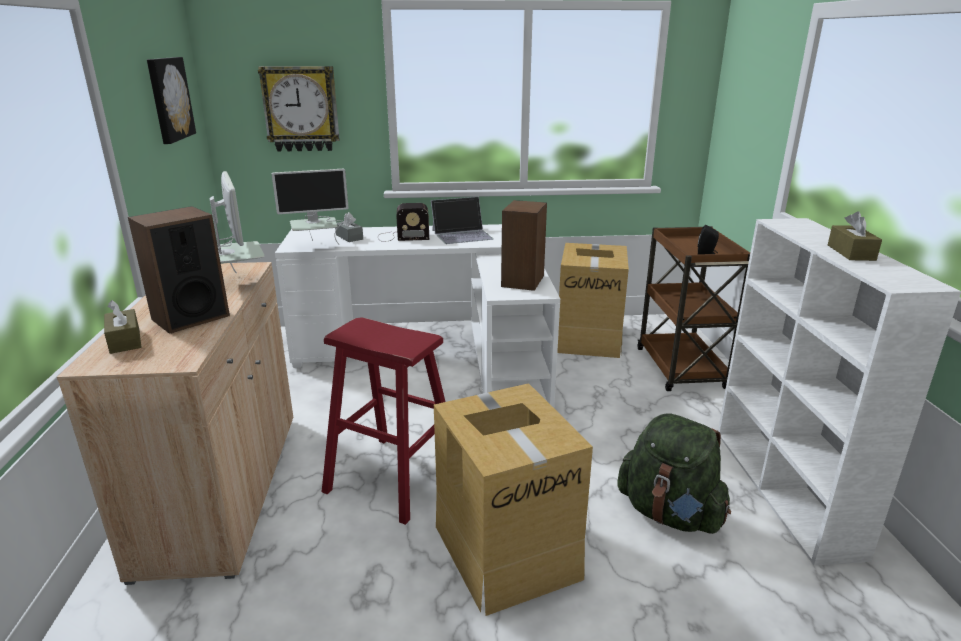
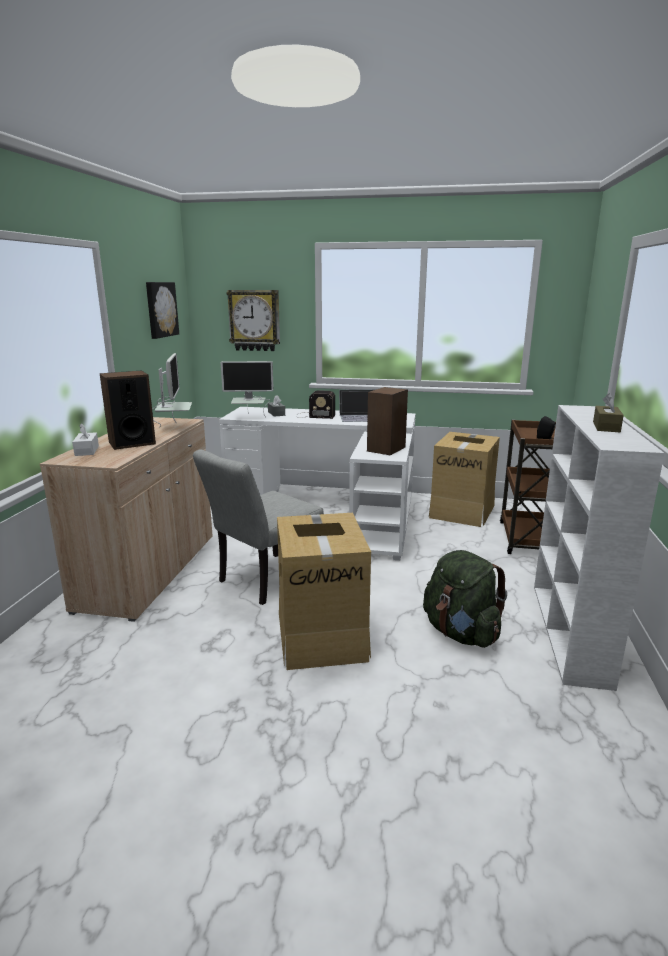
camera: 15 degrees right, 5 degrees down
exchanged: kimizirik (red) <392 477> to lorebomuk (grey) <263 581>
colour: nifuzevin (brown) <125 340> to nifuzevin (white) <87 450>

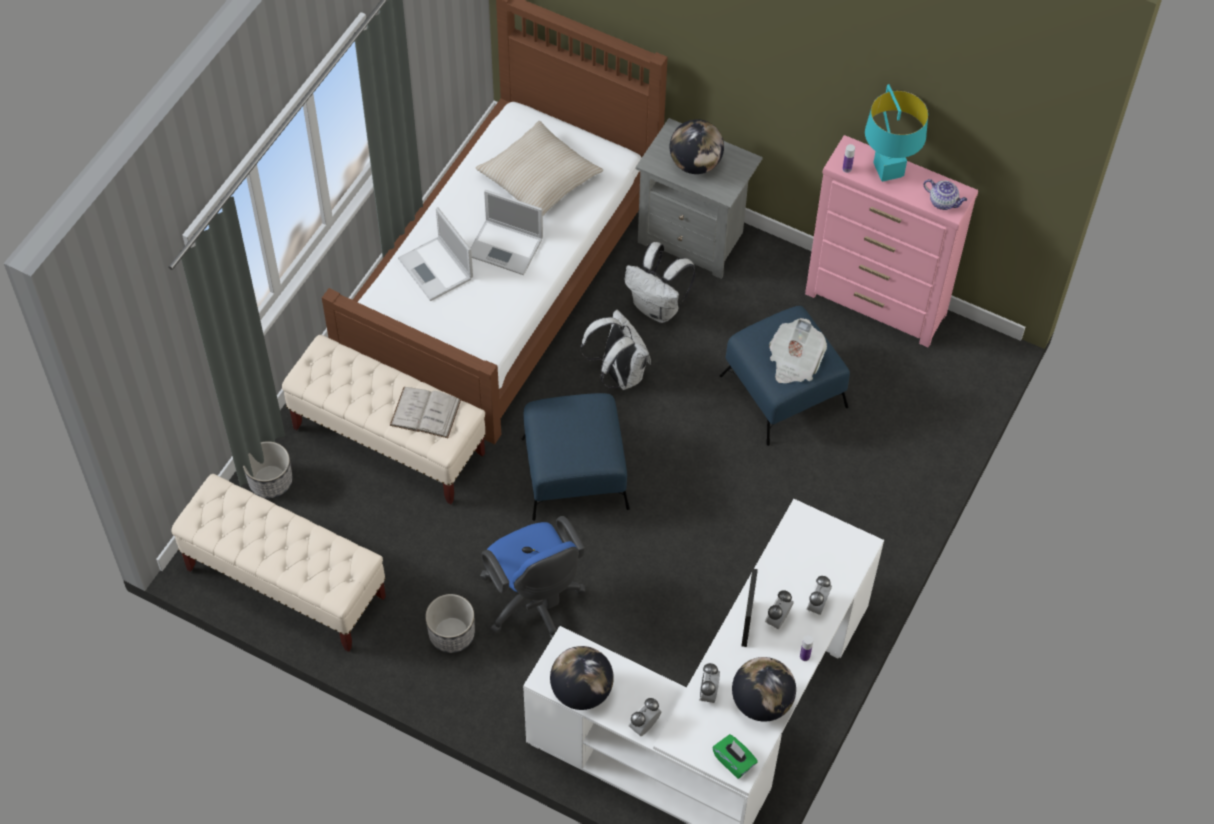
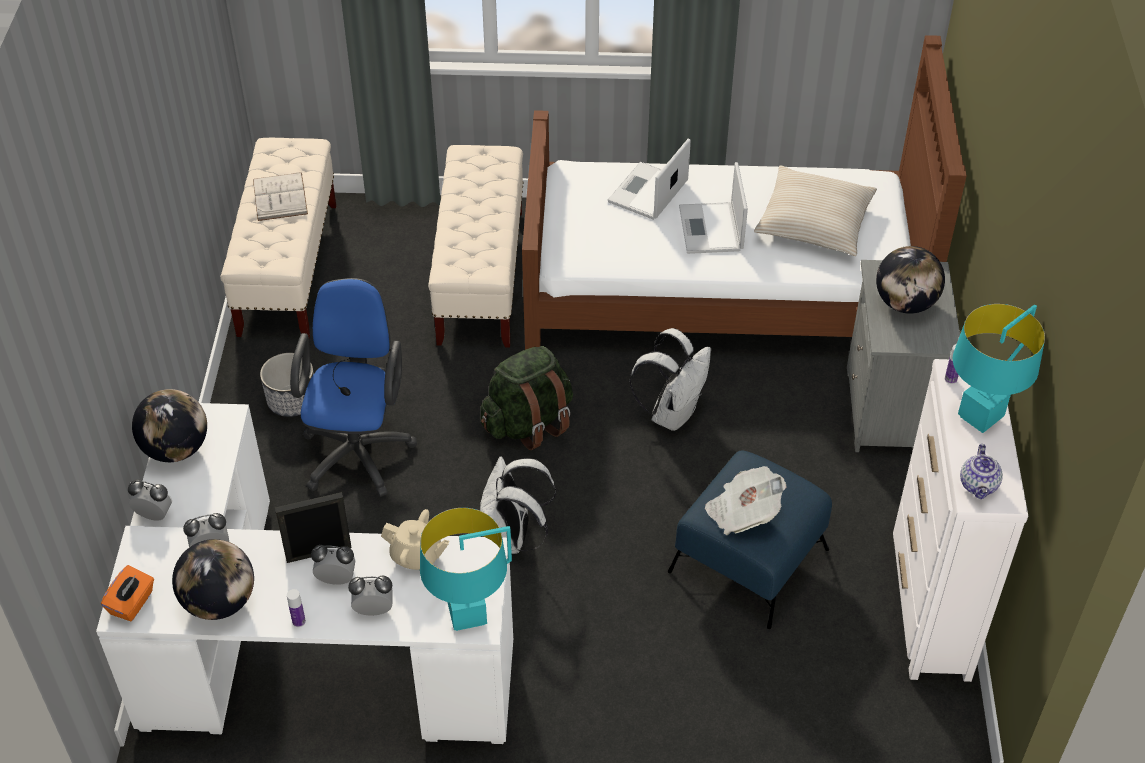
camera: 65 degrees right, 10 degrees down
missing: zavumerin <270 481>
appeared: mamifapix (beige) <416 556>; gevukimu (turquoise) <468 616>
relocated: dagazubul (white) <425 412> to <280 197>; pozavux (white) <658 308> to <512 538>
exchanged: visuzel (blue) <574 474> to pozavux (green) <528 423>
colour: nifuzevin (green) <734 761> to nifuzevin (orange) <132 603>; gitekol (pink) <876 305> to gitekol (white) <930 605>
spun: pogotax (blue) <534 603> = <358 449> 150 degrees clockwise

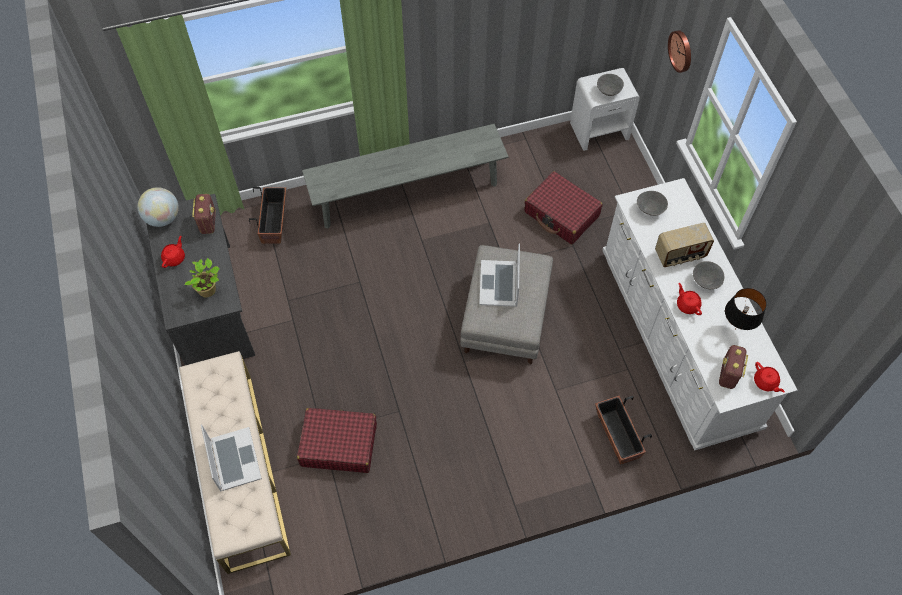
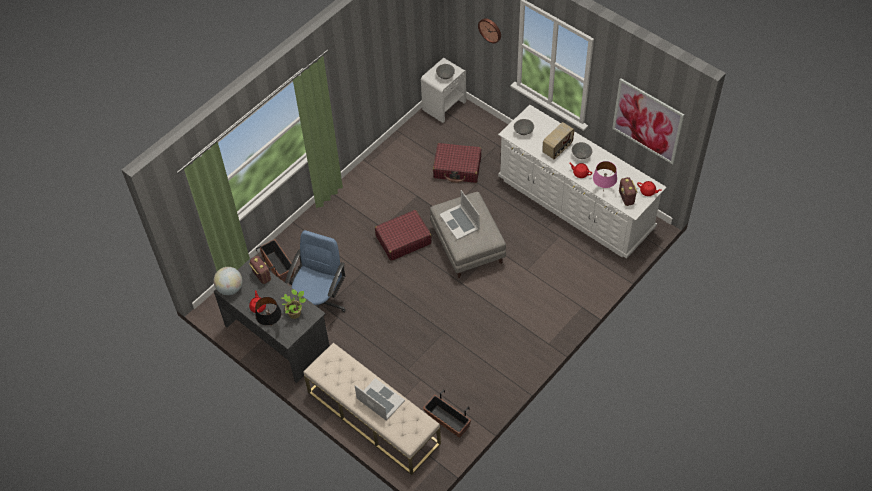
camera: 30 degrees left, 5 degrees down
missing: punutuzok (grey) <407 193>
appeared: pogotax (blue) <319 302>; gevukimu (pink) <603 192>; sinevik <647 121>
relocated: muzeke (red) <338 444> to <403 240>; zavumerin <617 436> to <447 421>; gevukimu (black) <734 329> to <271 326>

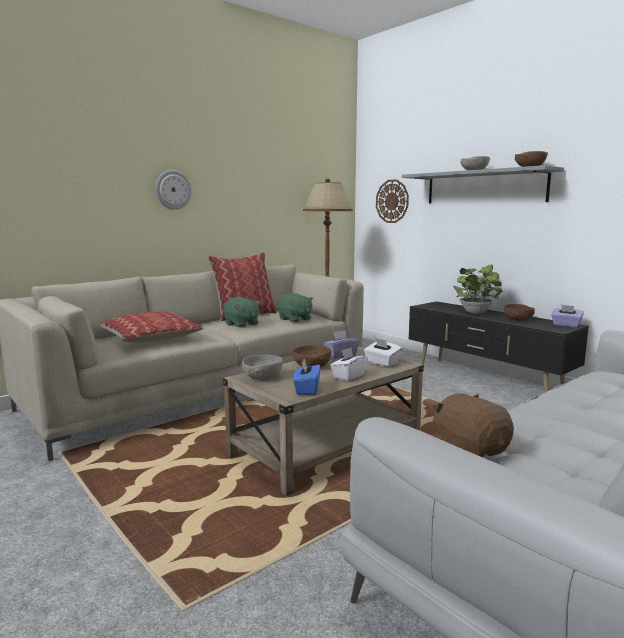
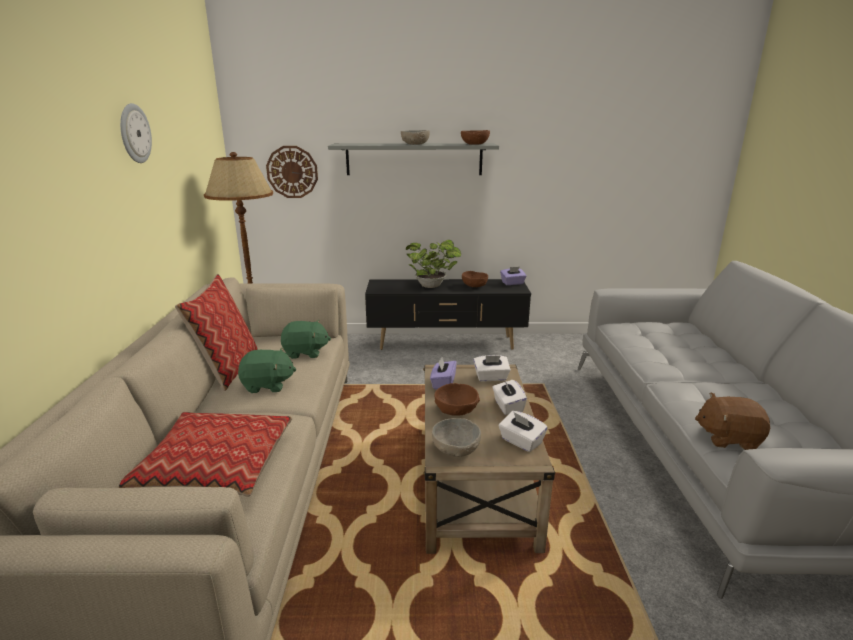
camera: 50 degrees left, 10 degrees up
relocated: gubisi <173 190> to <134 133>
colour: nifuzevin (blue) <306 389> to nifuzevin (white) <521 442>

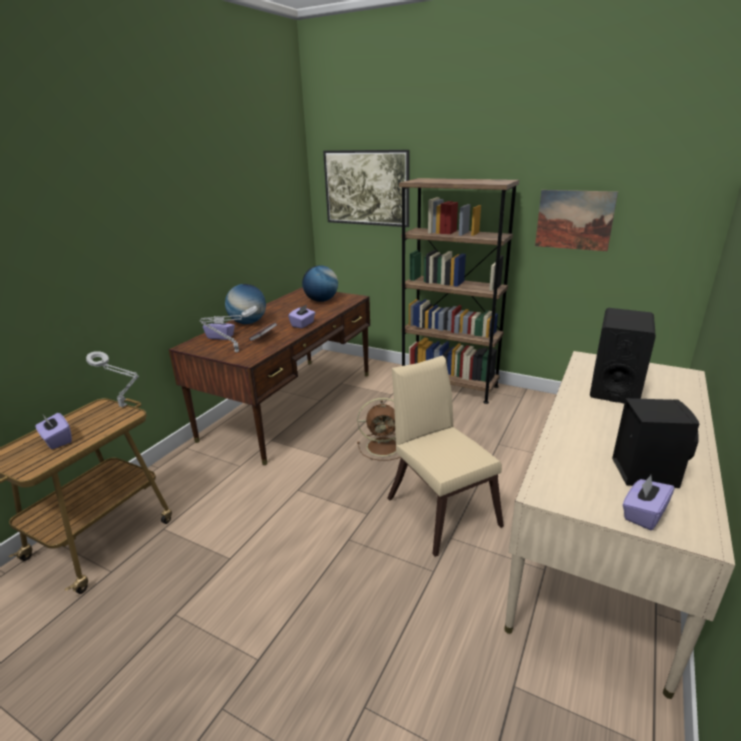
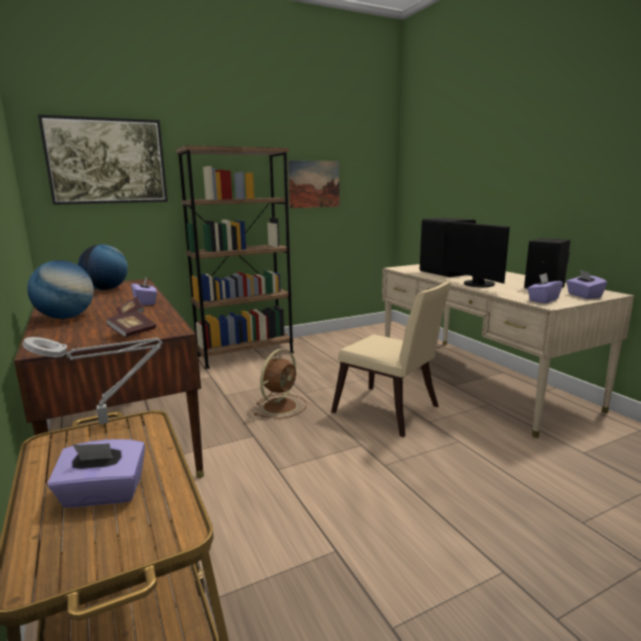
camera: 55 degrees left, 10 degrees down
appeared: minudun <476 284>
relocated: nifuzevin (purple) <221 337> to <543 300>
exchanged: gevukimu (grey) <234 351> to dagazubul <132 333>
spun: lorebomuk (beige) <440 507> = <390 412> 150 degrees counterclockwise

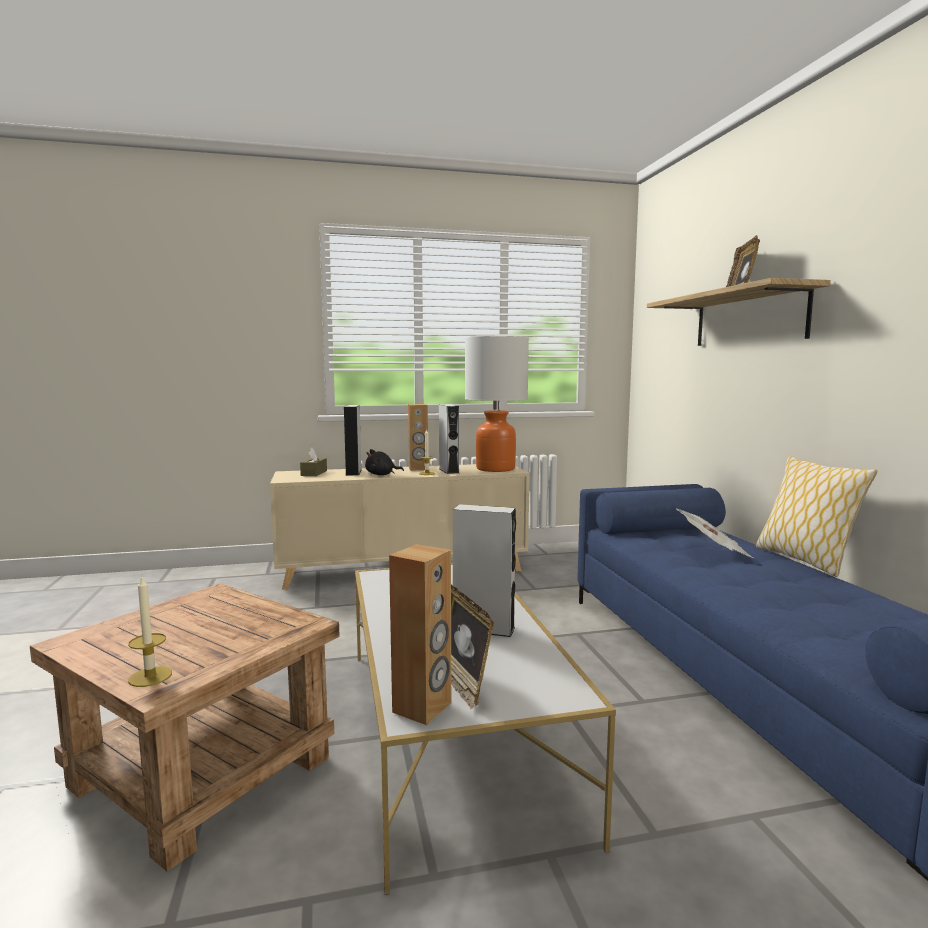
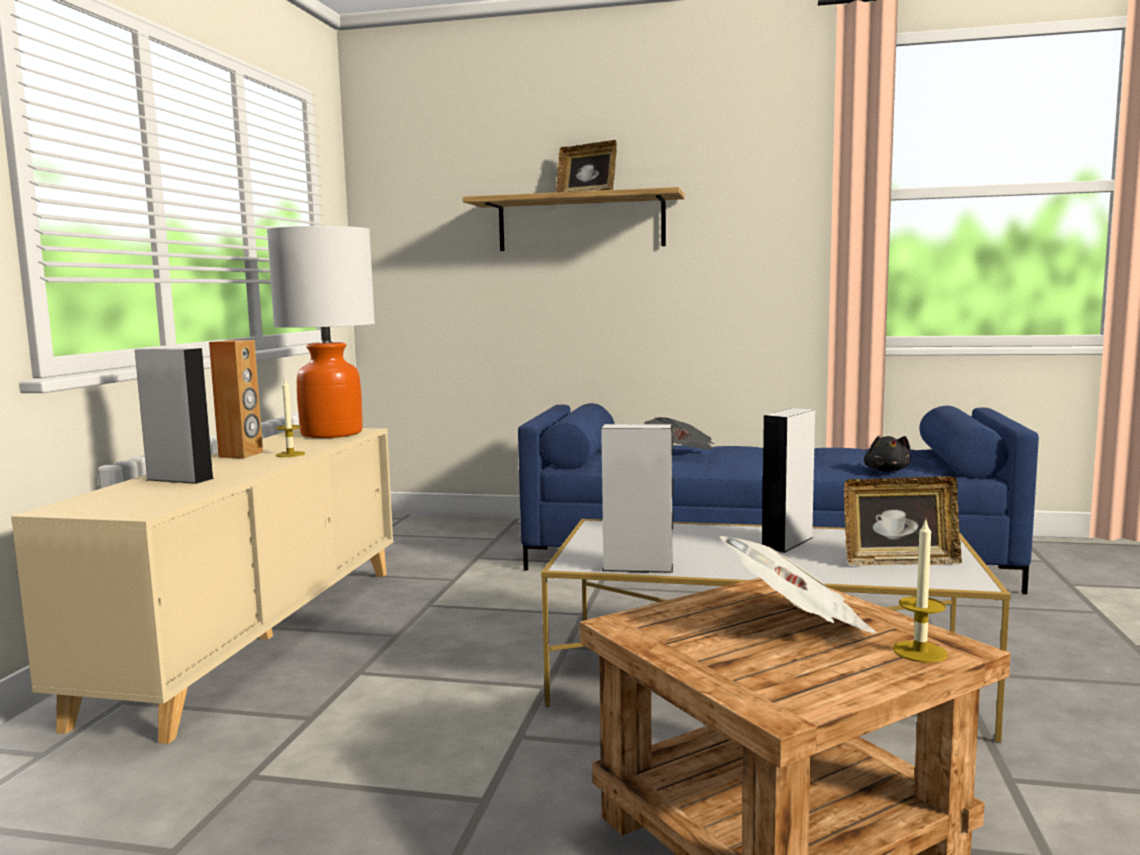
camera: 65 degrees left, 0 degrees up
missing: nifuzevin (brown) <314 473>; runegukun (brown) <423 708>; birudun <804 560>
appeared: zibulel <797 621>
relocated: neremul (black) <382 475> to <886 471>; runegukun (grey) <448 471> to <638 567>

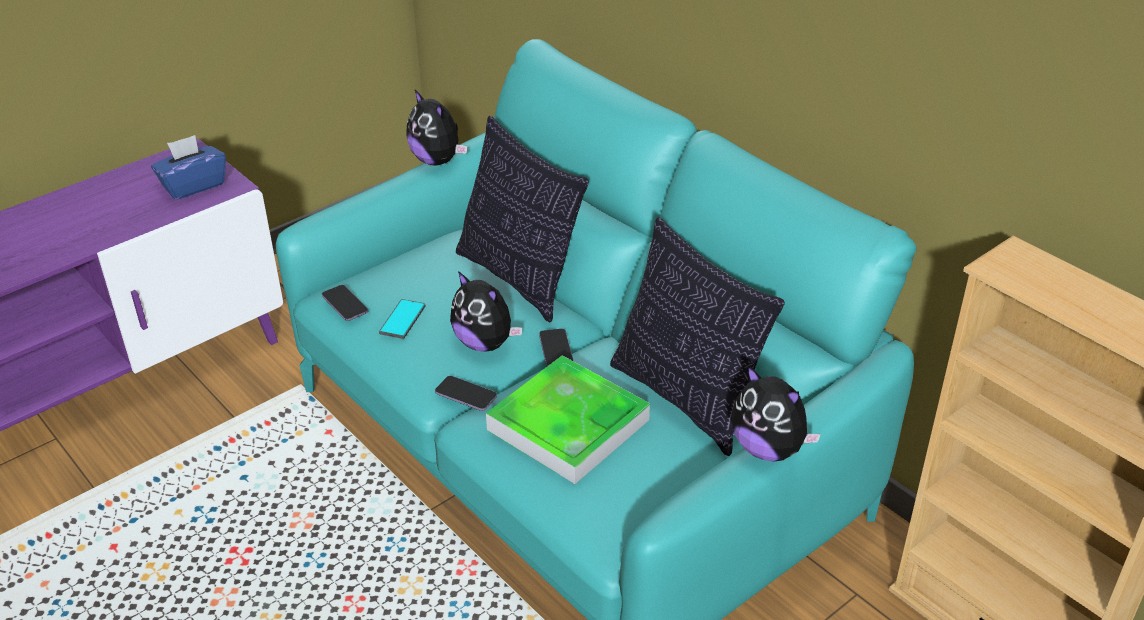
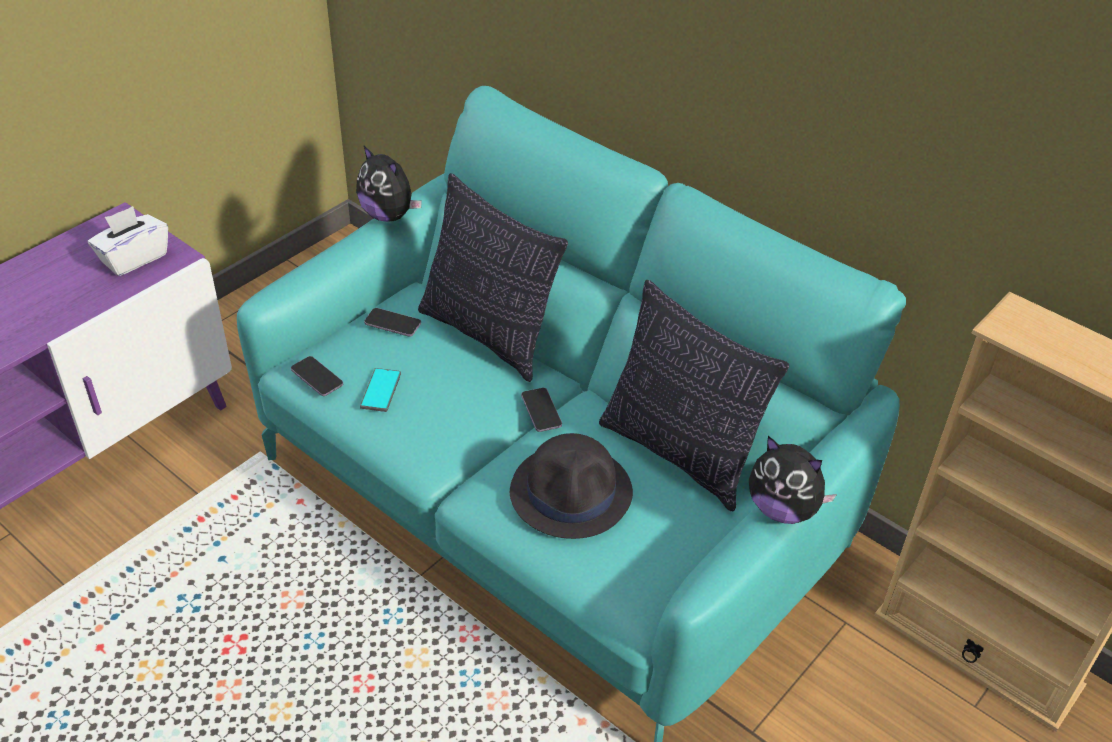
camera: 10 degrees left, 5 degrees up
missing: neremul <485 343>
relocated: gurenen <466 395> to <392 324>
exchanged: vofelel <568 425> to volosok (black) <572 492>
colour: nifuzevin (blue) <193 185> to nifuzevin (white) <133 258>

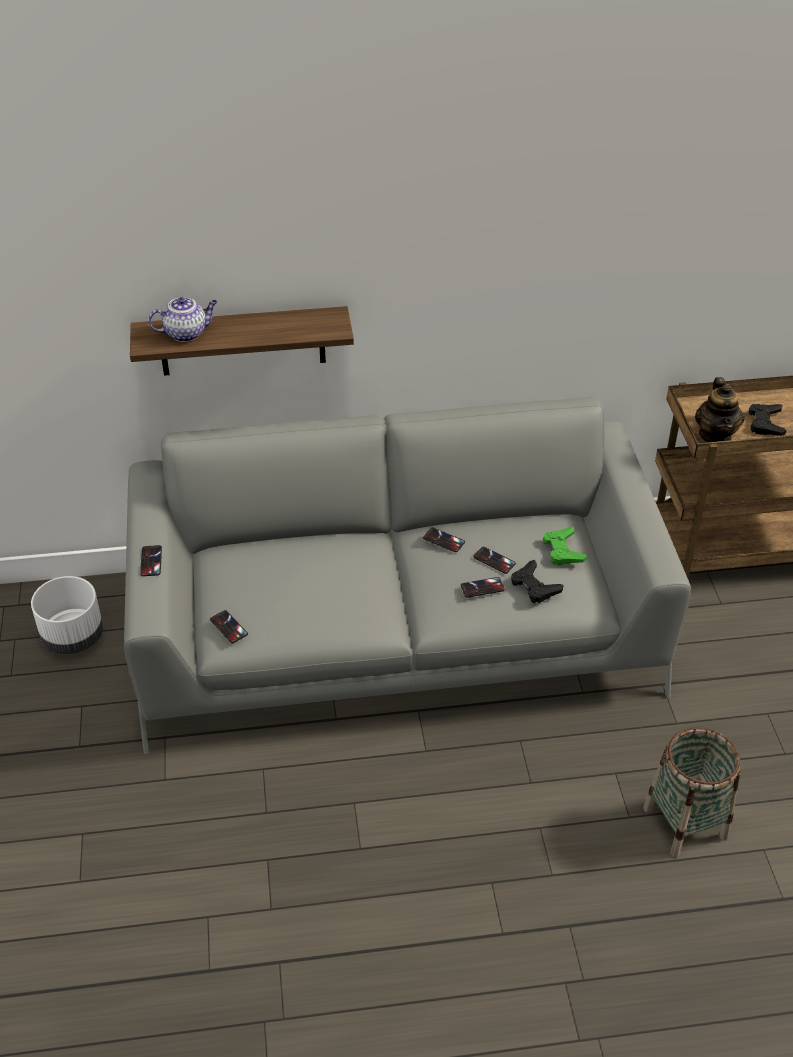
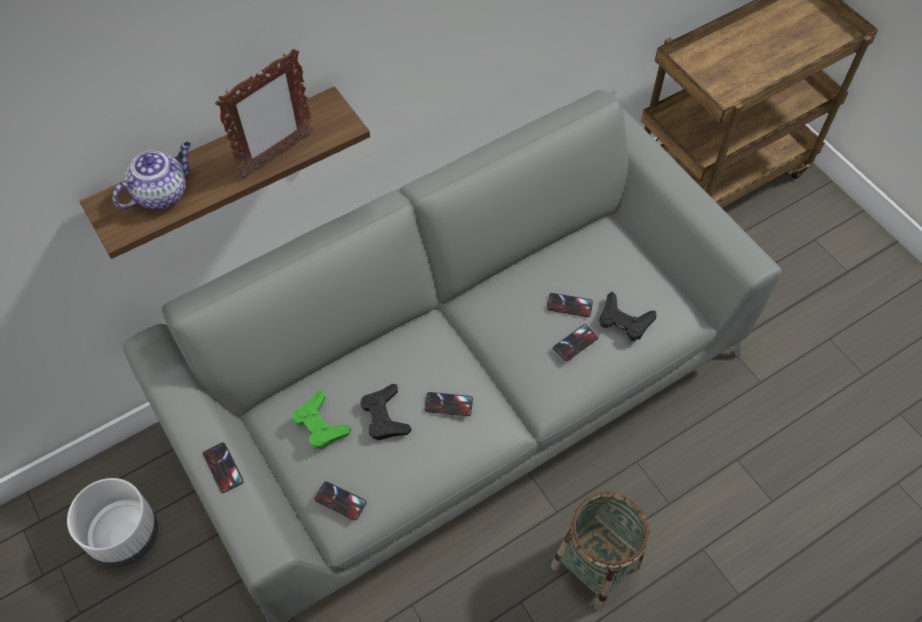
camera: 25 degrees left, 15 degrees up
missing: mamifapix <715 435>
appeared: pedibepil <276 156>
relocated: gurenen <443 540> to <448 404>; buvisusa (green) <562 550> to <320 424>; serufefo <685 823> to <595 566>; buvisusa (black) <765 423> to <385 416>

